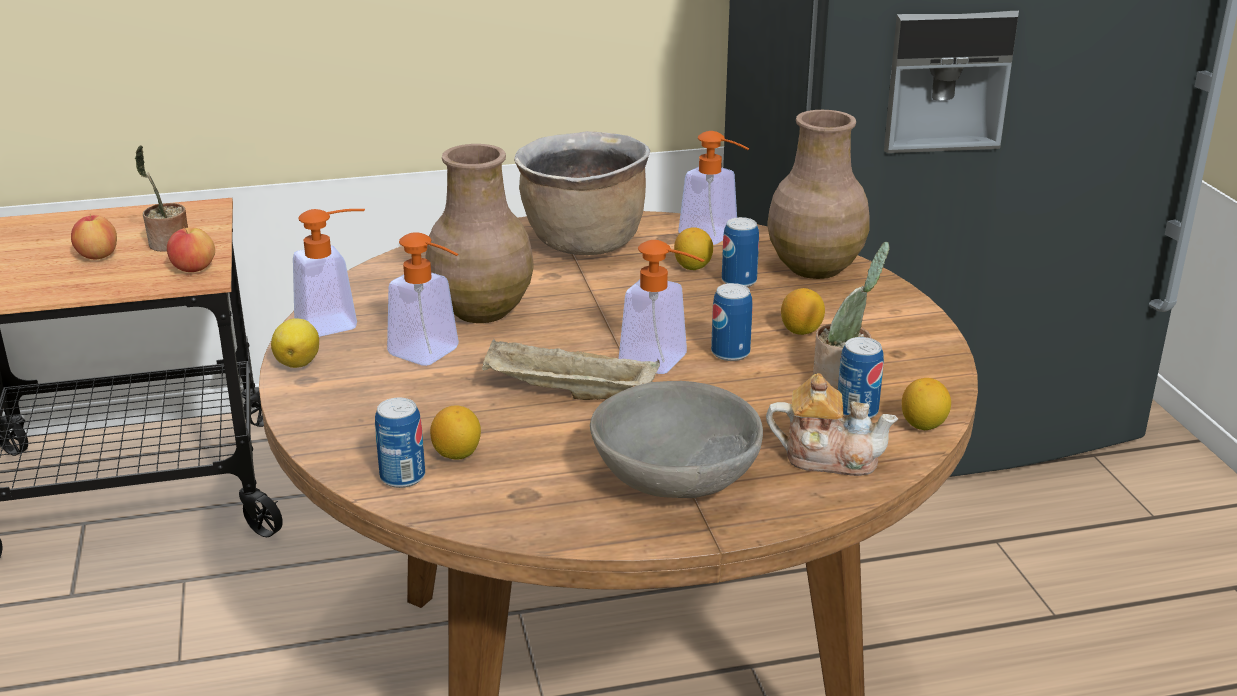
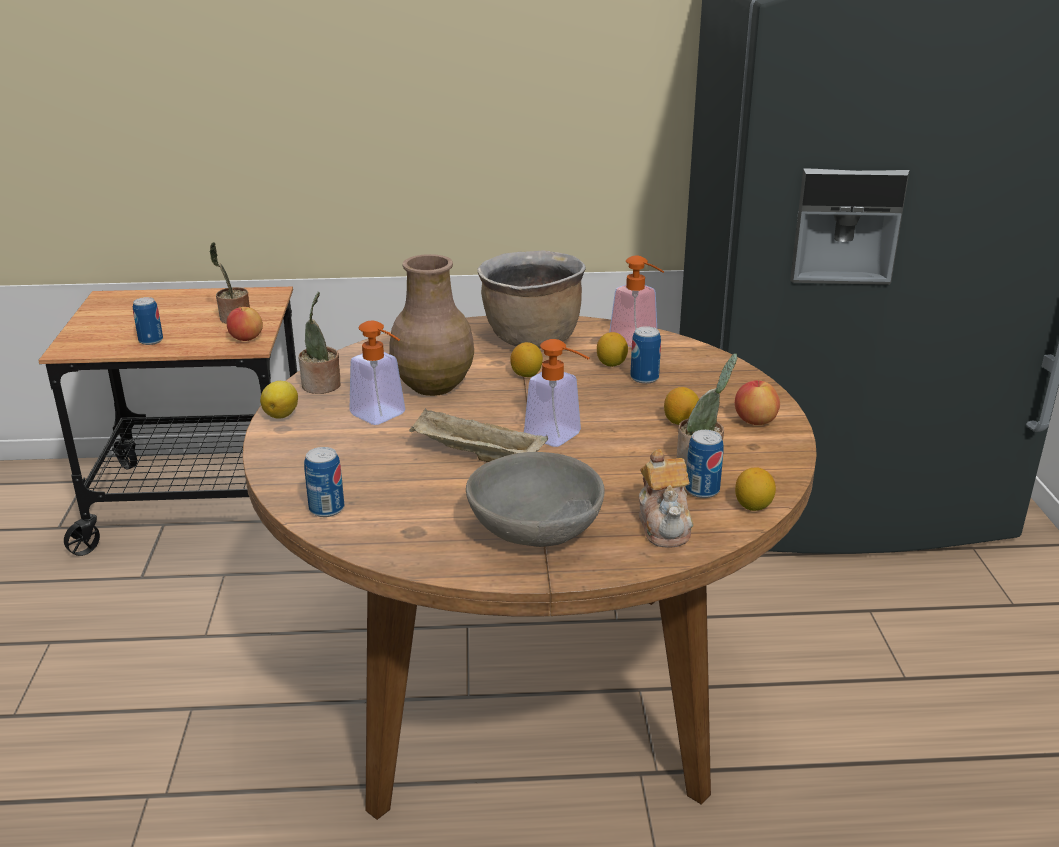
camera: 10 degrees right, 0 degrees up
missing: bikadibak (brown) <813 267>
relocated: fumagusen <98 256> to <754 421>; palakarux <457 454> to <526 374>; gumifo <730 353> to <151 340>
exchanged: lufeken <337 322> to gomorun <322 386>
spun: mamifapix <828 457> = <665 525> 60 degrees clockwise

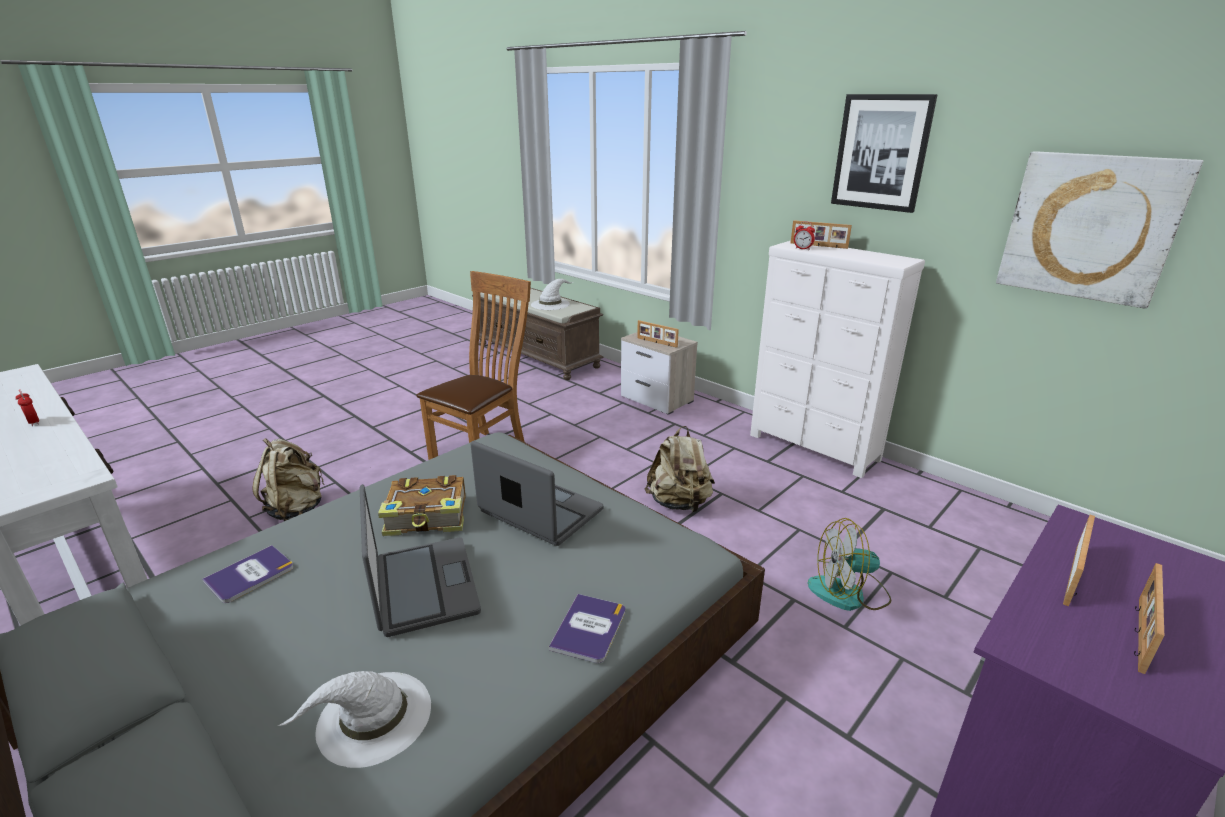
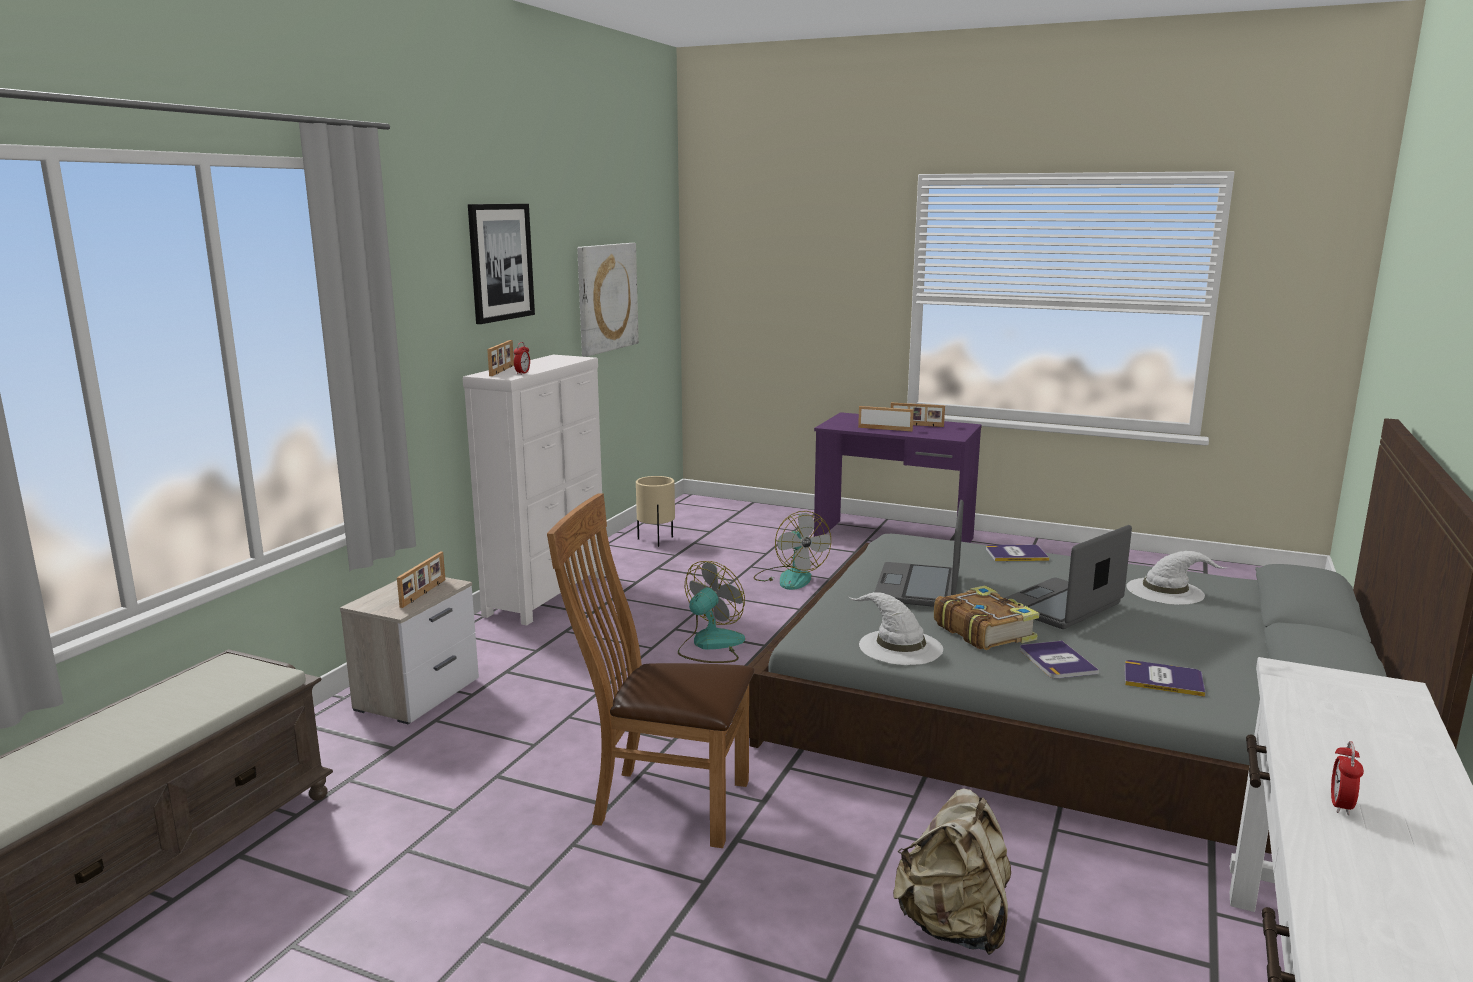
camera: 110 degrees left, 10 degrees down
appeared: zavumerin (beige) <656 541>; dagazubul <1057 661>
relocated: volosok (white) <550 304> to <899 646>
exchanged: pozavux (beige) <679 503> to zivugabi <710 645>

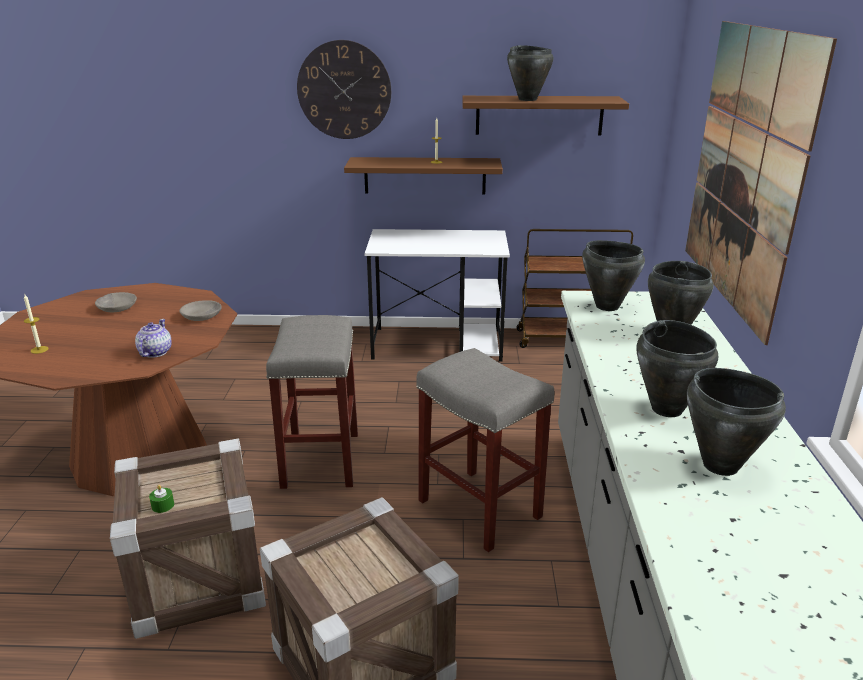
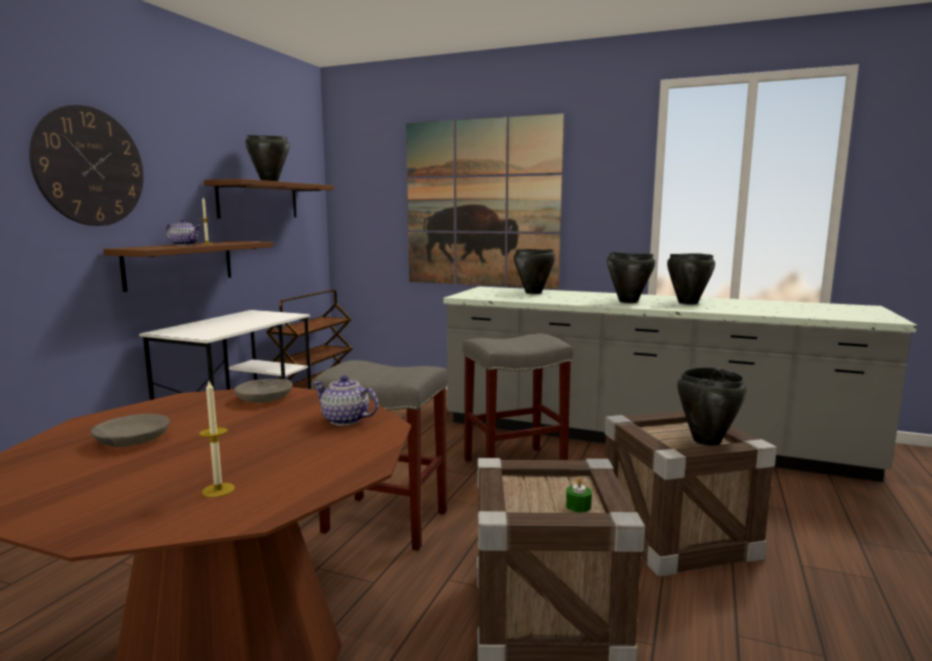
camera: 70 degrees left, 15 degrees down
appeared: mamifapix <184 245>
relocated: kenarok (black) <607 306> to <706 441>

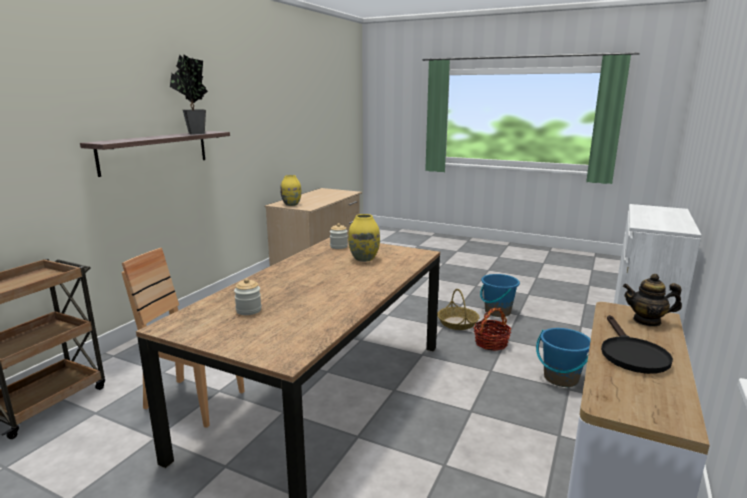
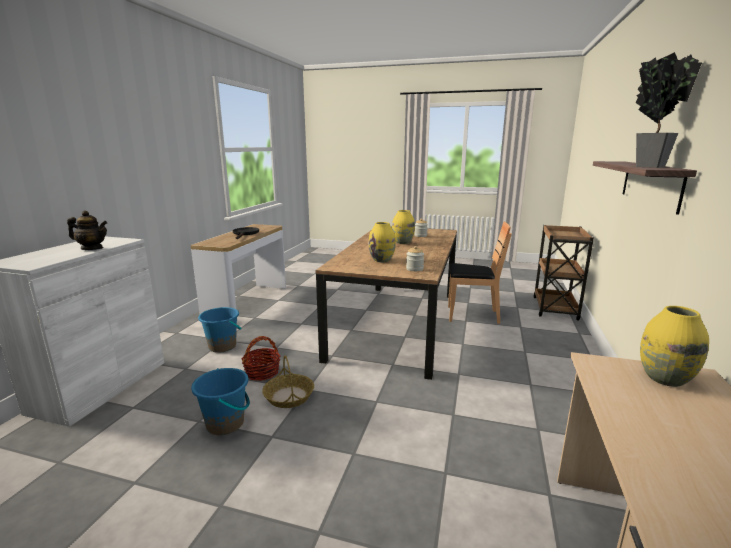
camera: 170 degrees right, 0 degrees up
appeared: bikadibak (yellow) <402 242>
relocated: mamifapix <647 321> to <92 248>

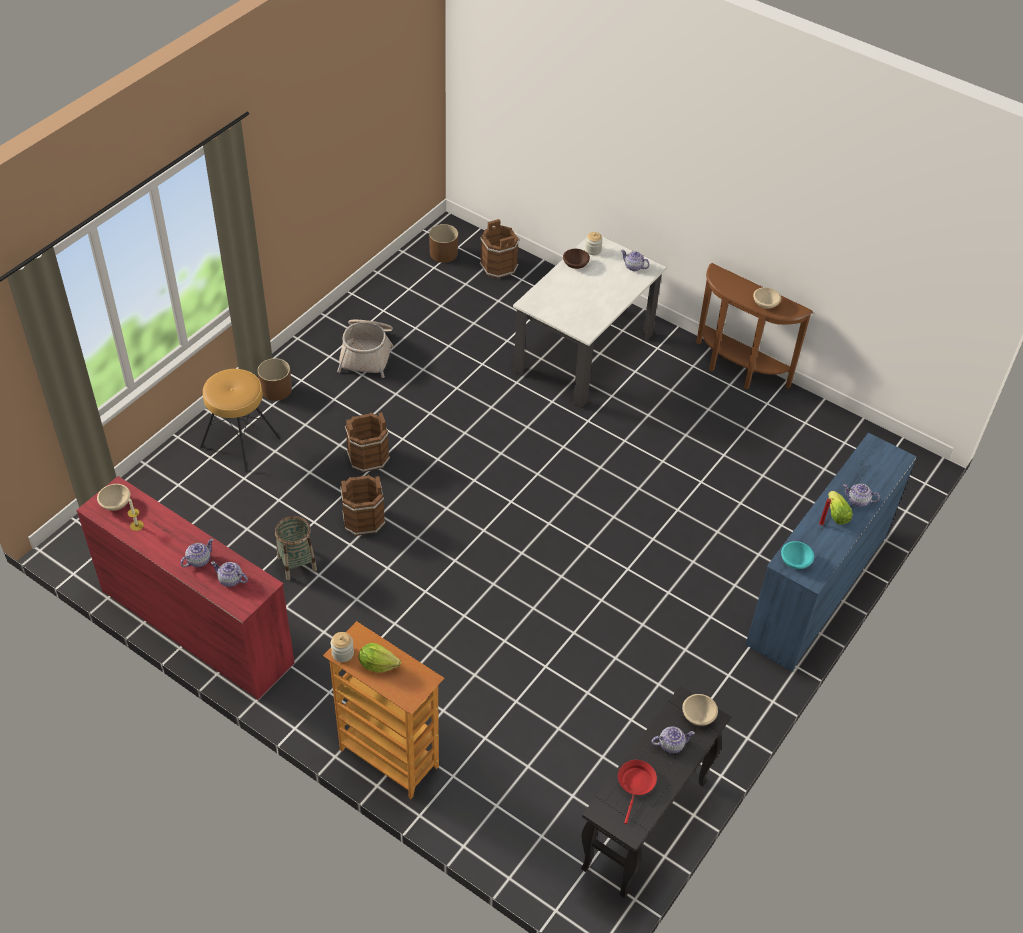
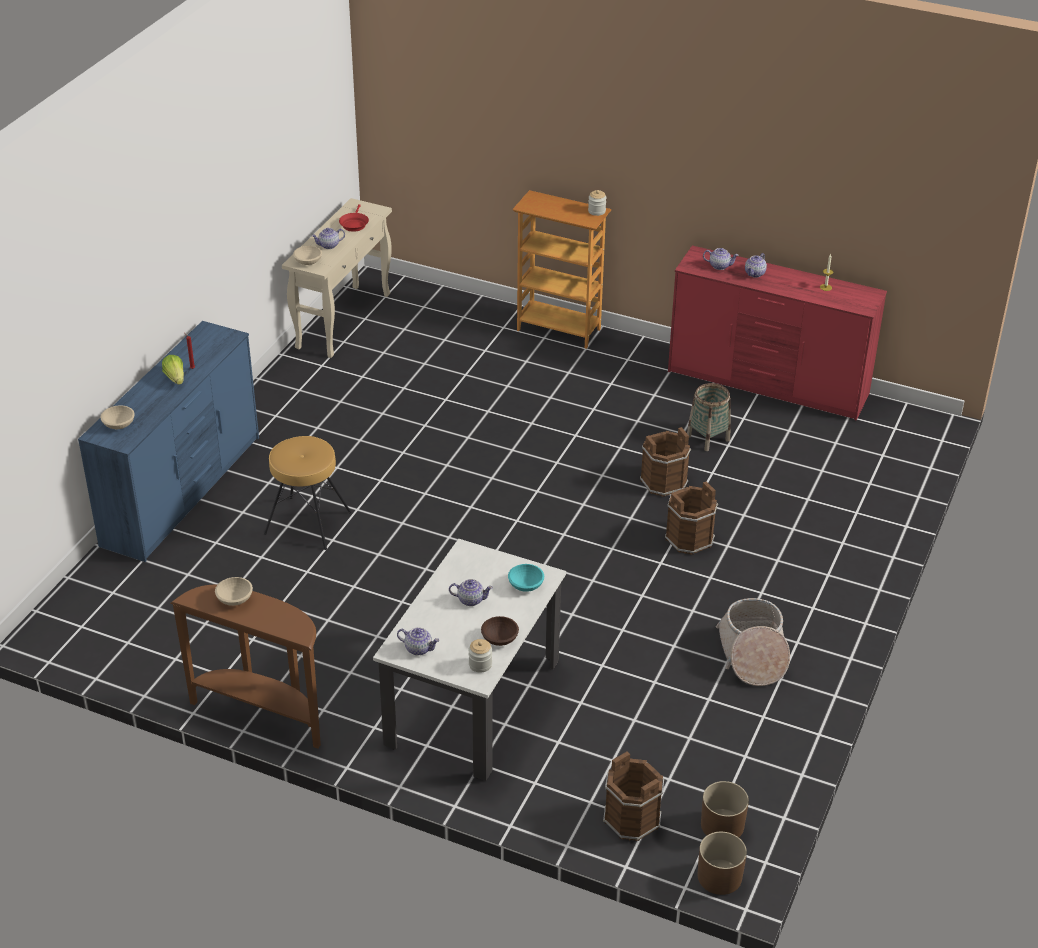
camera: 170 degrees right, 10 degrees down
missing: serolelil <378 664>
relocated: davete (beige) <116 503> to <118 425>; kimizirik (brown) <240 442> to <307 523>; zavumerin (brown) <276 389> to <719 877>; davete (turquoise) <794 561> to <526 585>; mamifapix <858 501> to <470 600>
colour: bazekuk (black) <644 826> to bazekuk (beige) <343 320>

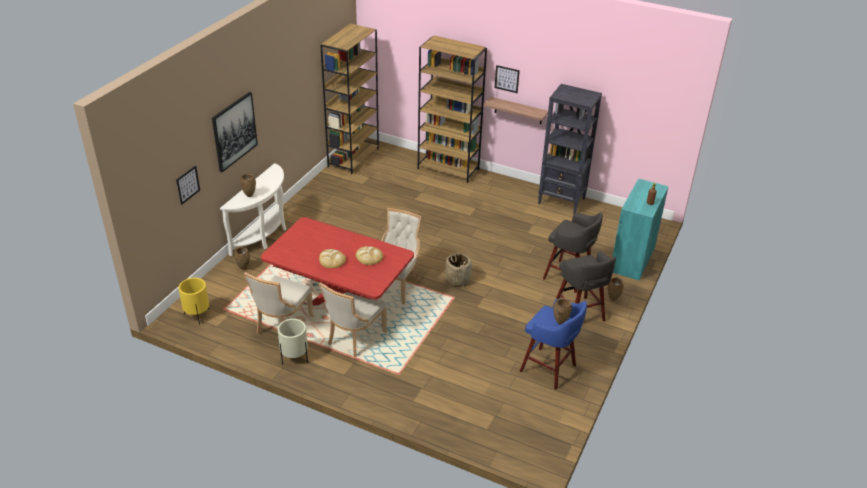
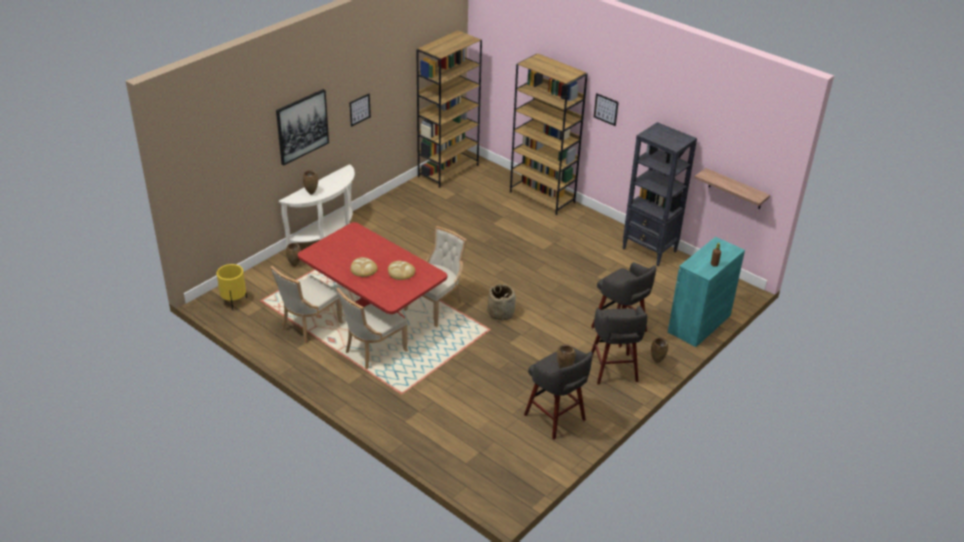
camera: 15 degrees right, 0 degrees up
missing: zavumerin (beige) <295 358>
relocated: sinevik <188 185> to <359 109>; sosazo <518 110> to <735 189>
colour: kimizirik (blue) <549 369> to kimizirik (grey) <556 418>

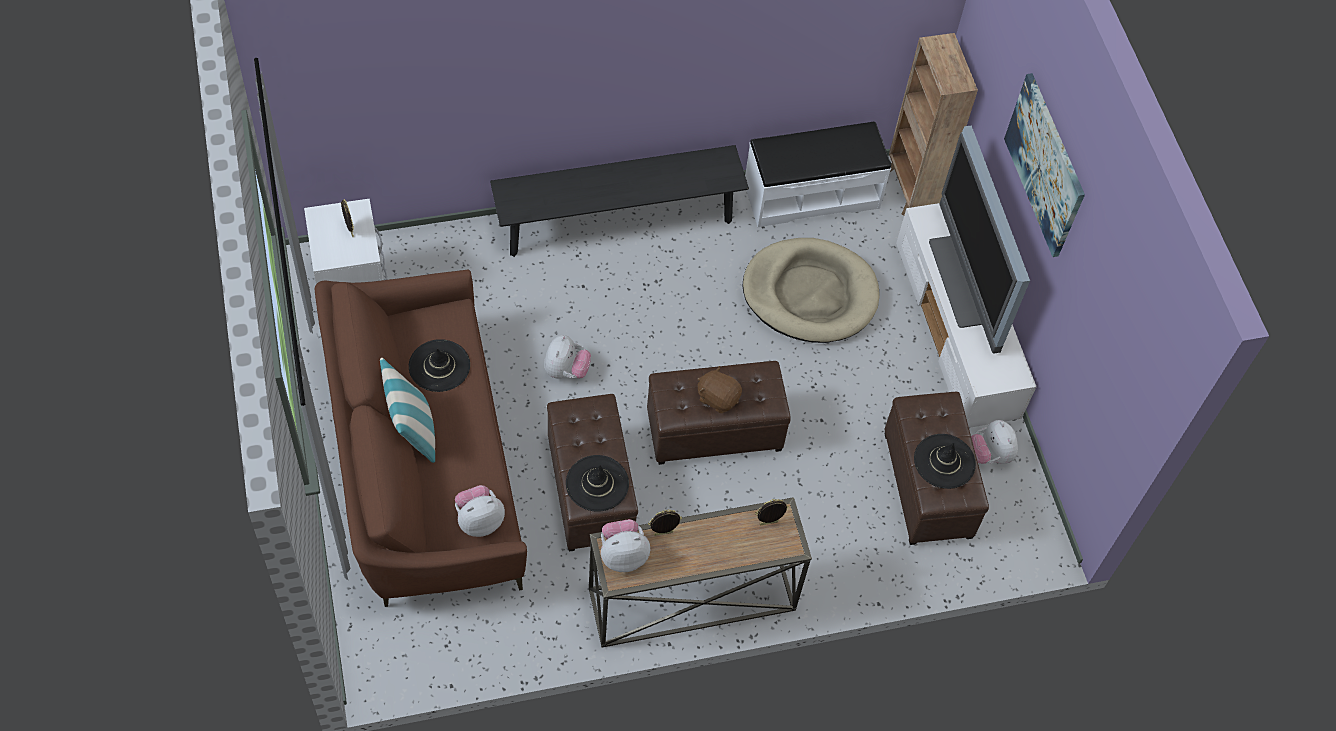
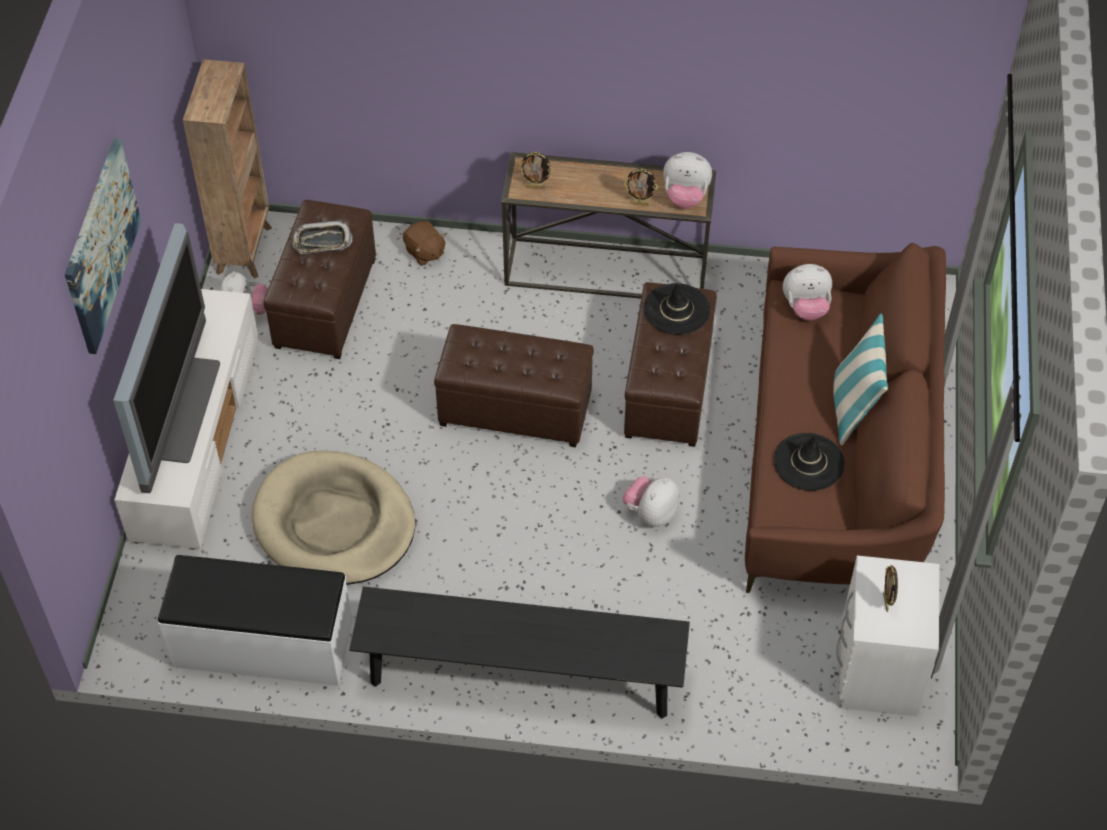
camera: 155 degrees left, 5 degrees down
relocated: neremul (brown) <718 398> to <424 252>; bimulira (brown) <911 190> to <244 248>
exchanged: volosok (black) <944 461> to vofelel <322 241>

